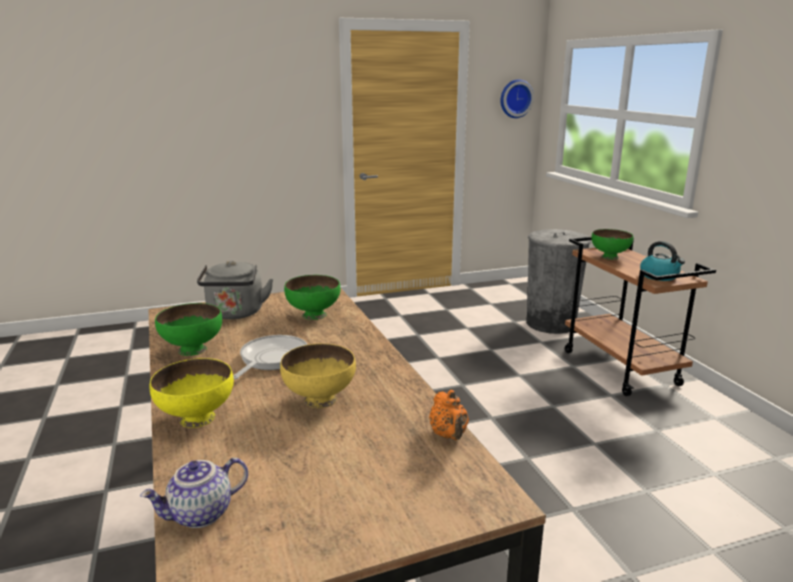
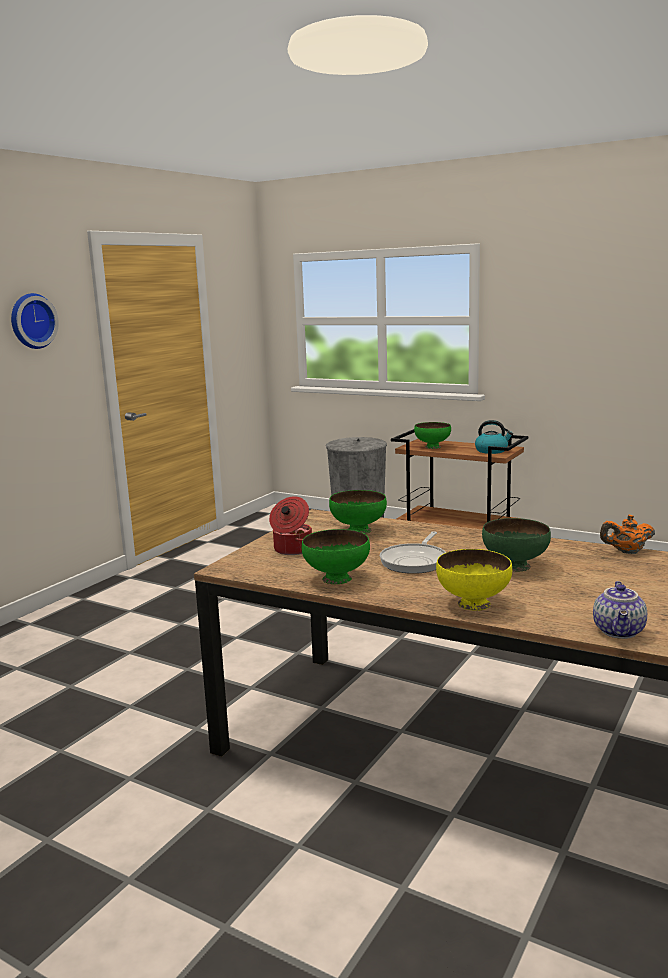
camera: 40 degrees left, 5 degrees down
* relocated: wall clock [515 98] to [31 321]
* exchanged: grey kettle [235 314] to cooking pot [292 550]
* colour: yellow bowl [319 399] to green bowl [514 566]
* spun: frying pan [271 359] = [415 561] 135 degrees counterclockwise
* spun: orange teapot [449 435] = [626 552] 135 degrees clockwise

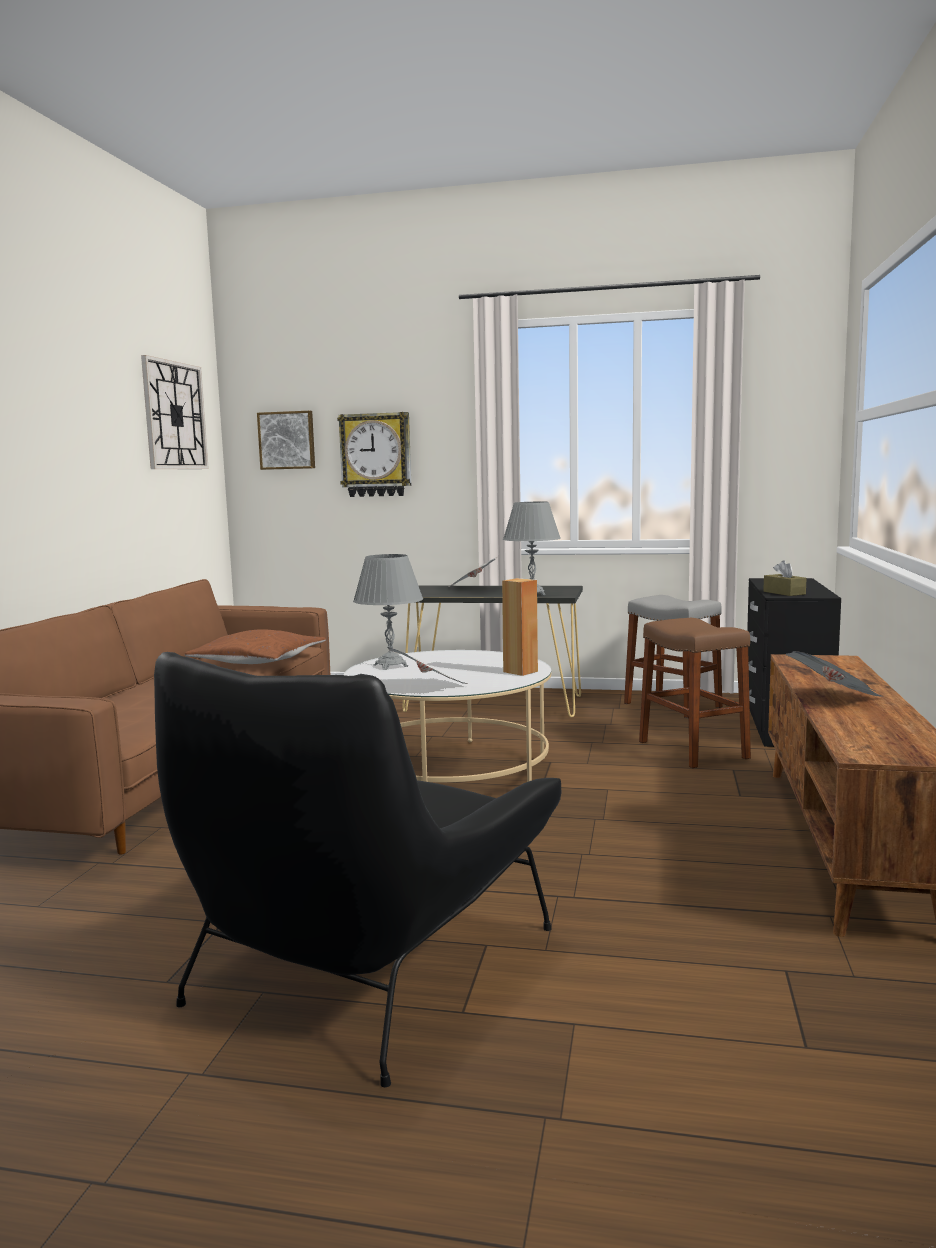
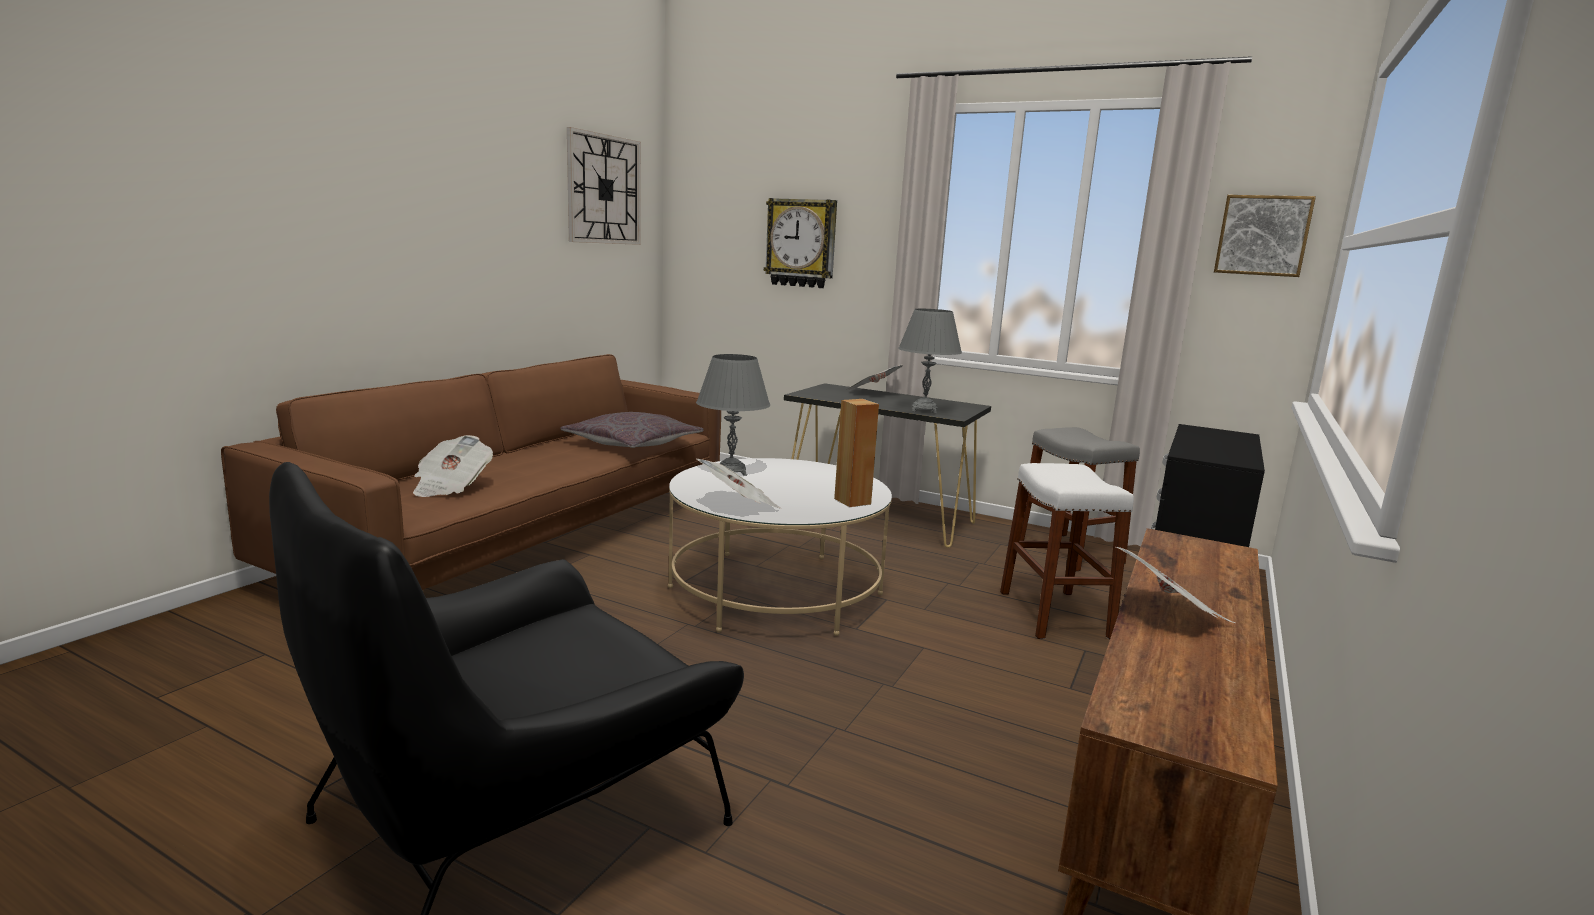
camera: 15 degrees right, 5 degrees up
* missing: brown tissue box [784 593]
* appeared: newspaper [451 487]
* relocated: picture [287 440] to [1262 235]
* colour: brown pillow [258 661] to grey pillow [633 444]
* colour: brown stool [693 750] to white stool [1054 614]

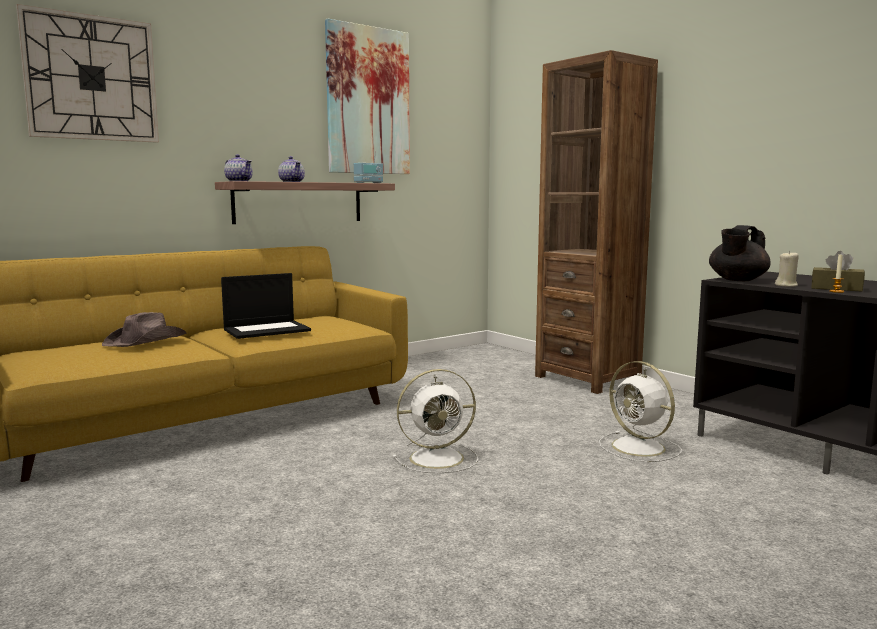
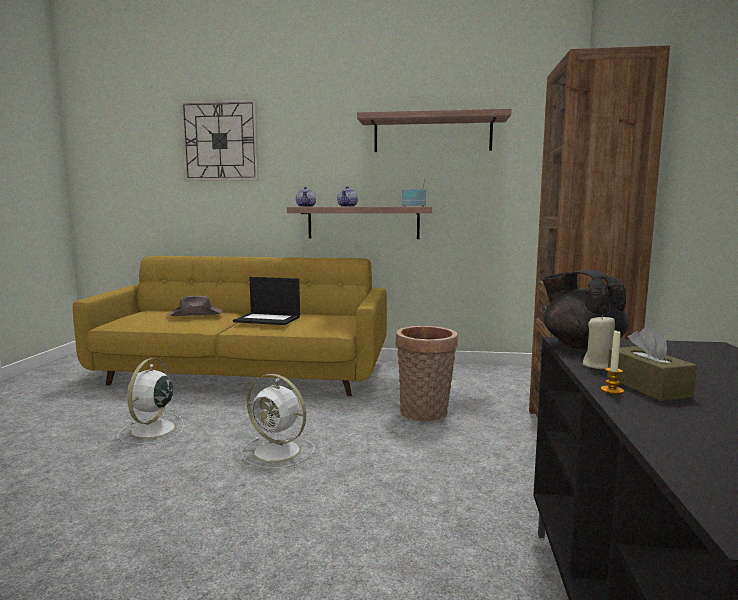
camera: 45 degrees right, 0 degrees up
* appeared: basket [425 414]
* relocated: white fan [640 448] to [151 430]
* exchanged: picture [368 101] to shelf [432 134]
* spun: black teapot [737 280] = [581 345] 60 degrees clockwise

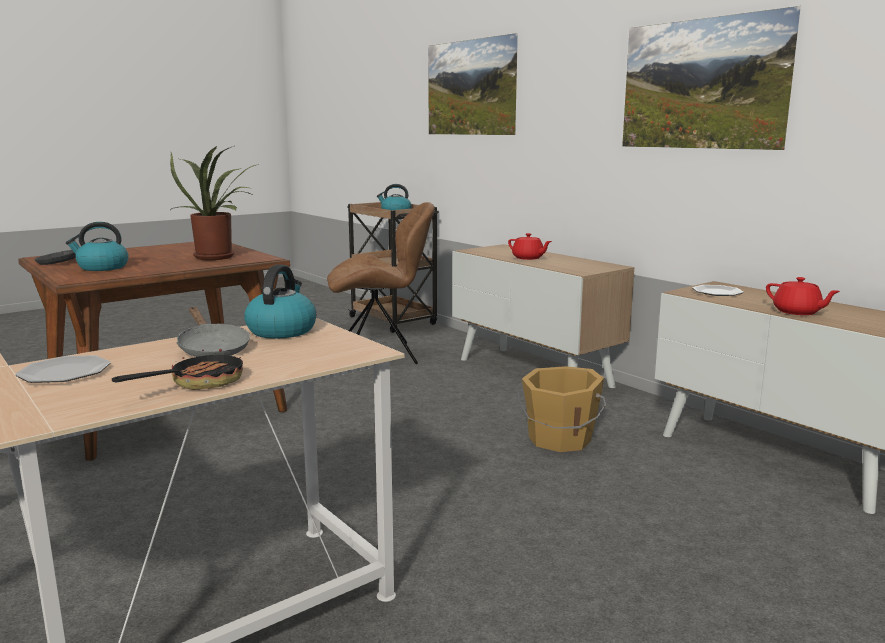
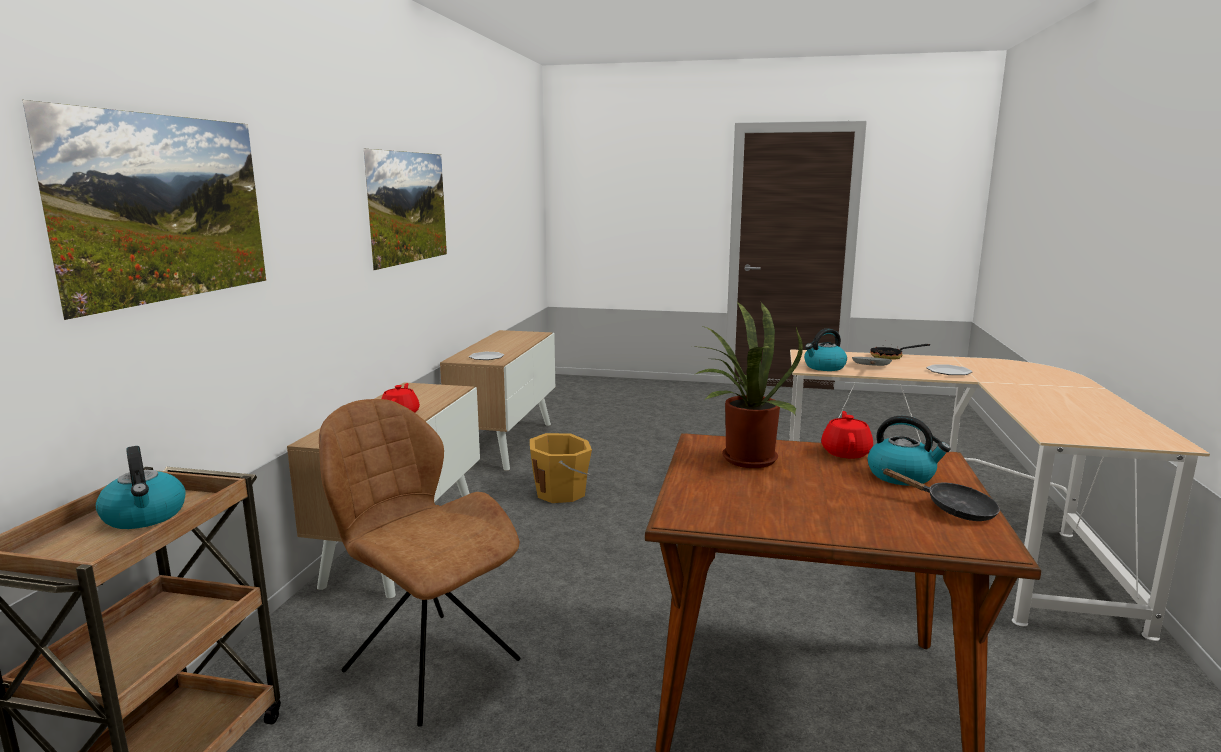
camera: 130 degrees left, 0 degrees up
* relocated: red teapot [797 312] to [846 452]

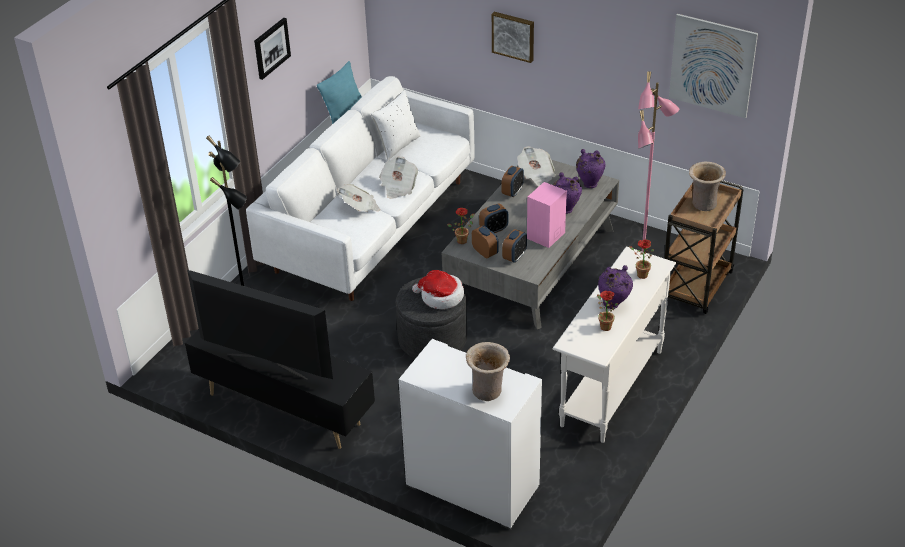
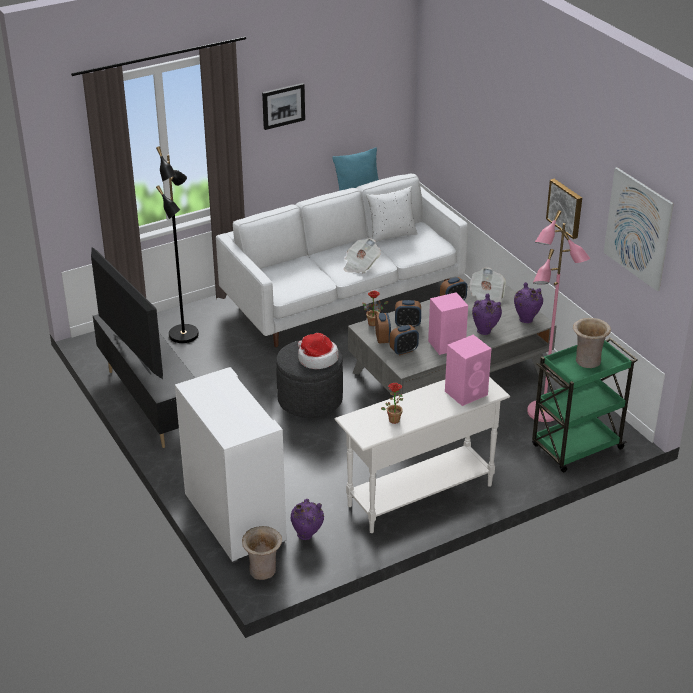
camera: 30 degrees right, 5 degrees down
* missing: newspaper [360 207]
* relocated: beige vase [488 391] to [264 571]
* relocated: picture [513 36] to [566 208]
* relocated: purple vase [613 304] to [307 536]
* exchanged: potted plant [640 274] to pink speaker [467 392]
* colour: brown cart [696 287] to green cart [575 448]

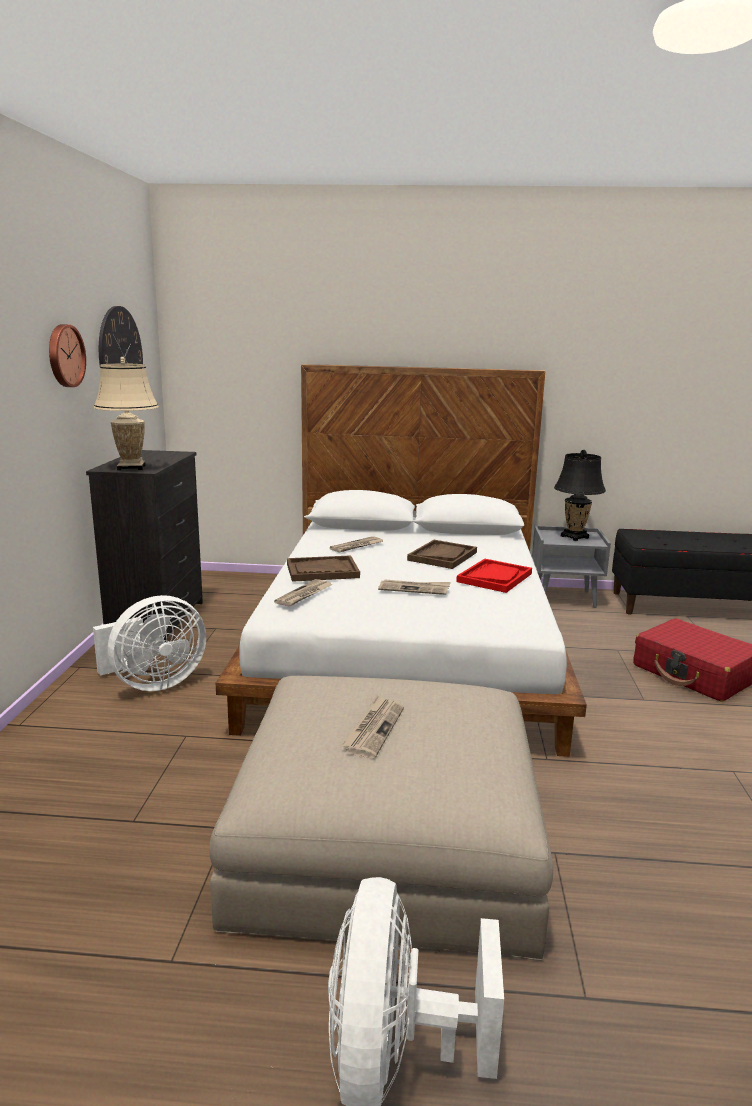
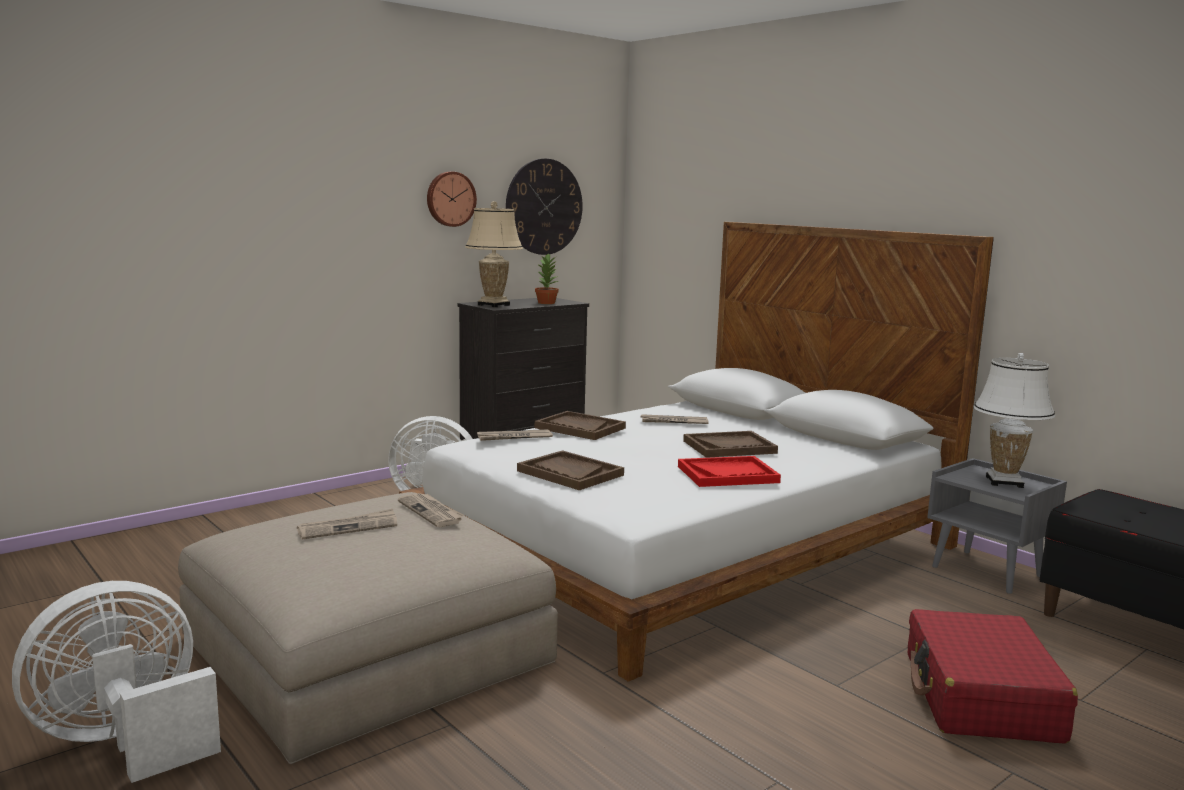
camera: 45 degrees right, 5 degrees down
* appeared: brown tray [569 473]
* appeared: potted plant [547 303]
* relocated: newspaper [414 589] to [431 512]
* colour: black table lamp [574 537] to white table lamp [1004 482]

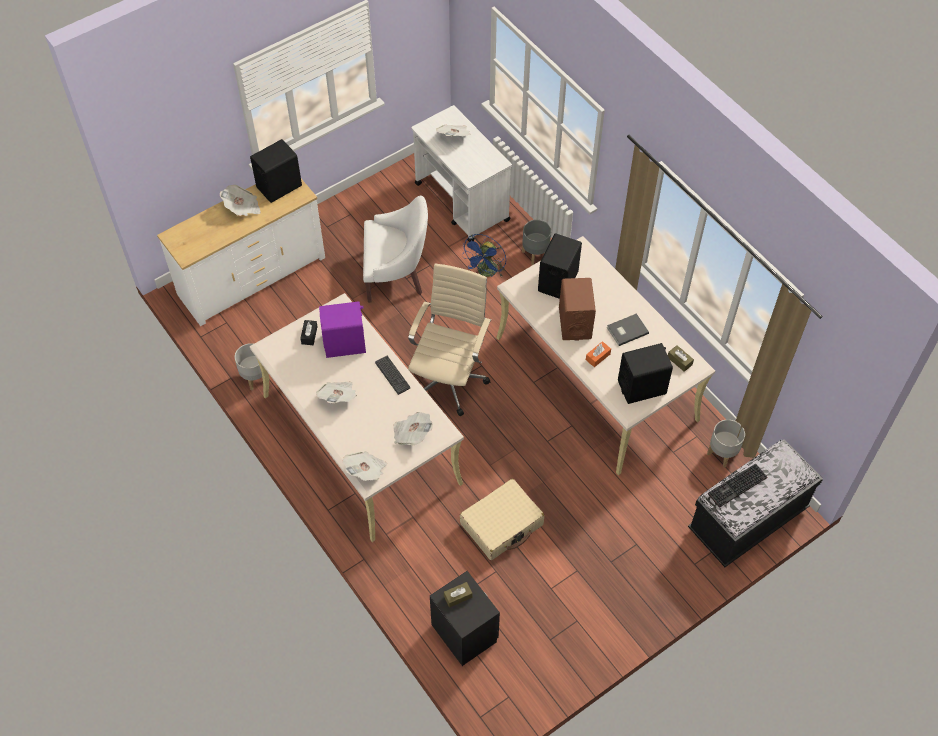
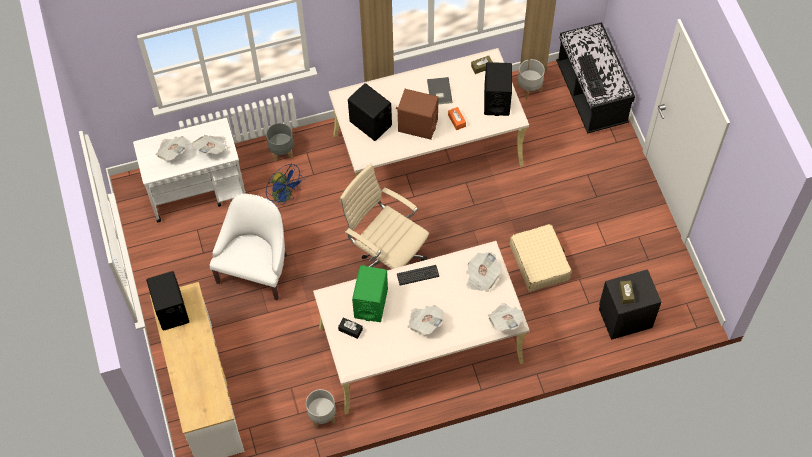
camera: 70 degrees left, 5 degrees up
* relocated: newspaper [242 208] to [212 149]
* colour: purple speaker [345 344] to green speaker [371 303]

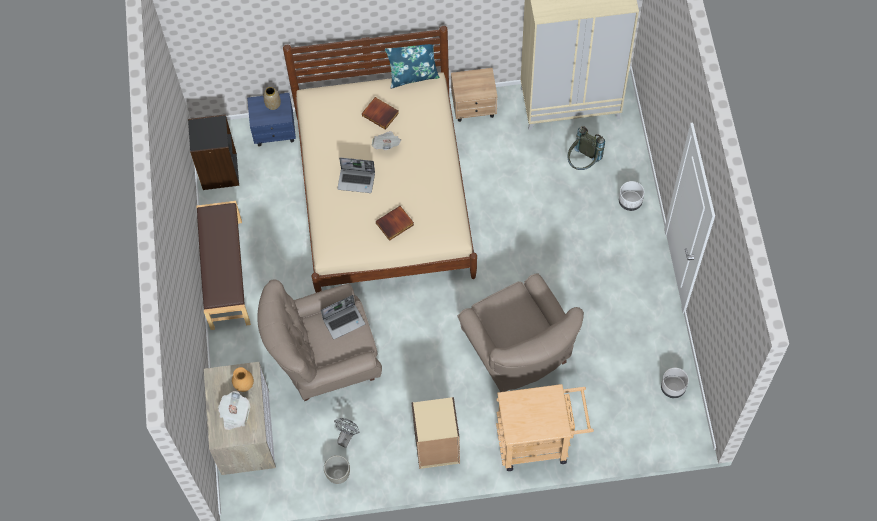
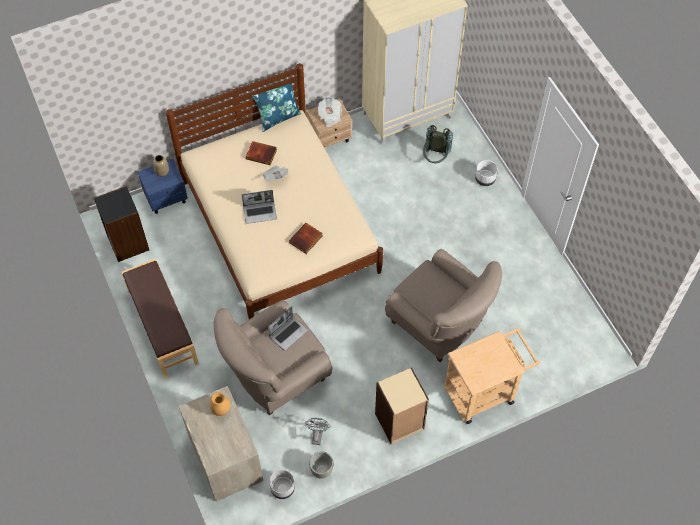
camera: 20 degrees left, 5 degrees down
* relocated: newspaper [234 414] to [330 116]
* relocated: grey planter [672 388] to [282 489]

